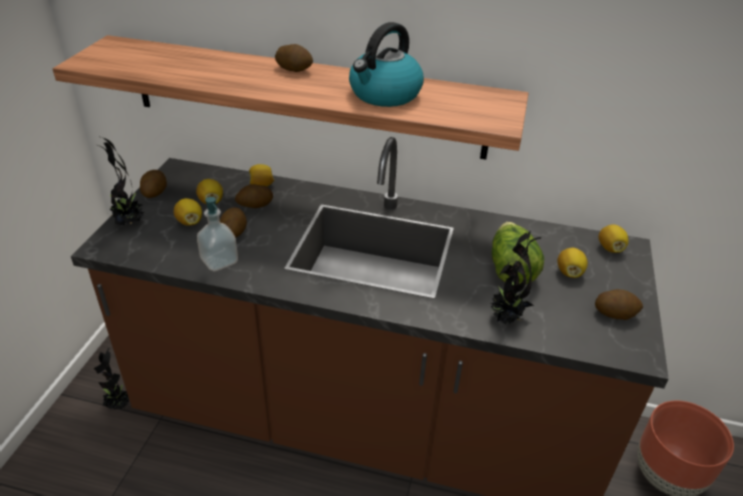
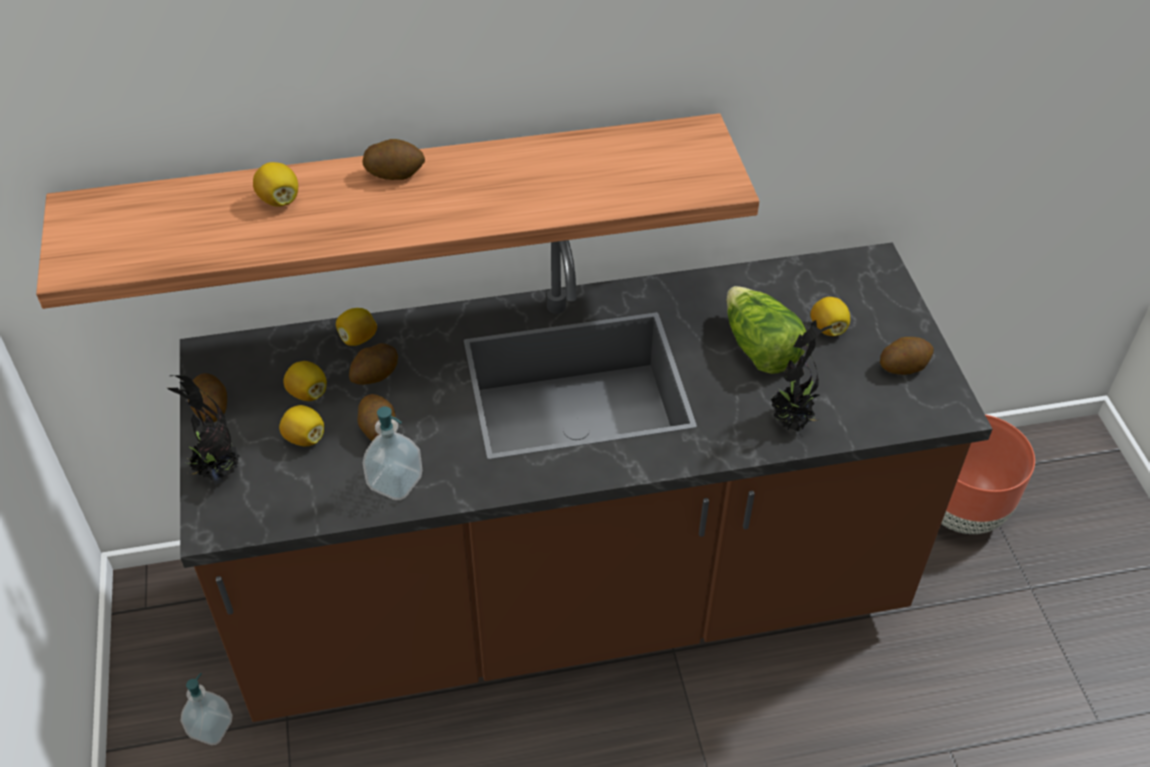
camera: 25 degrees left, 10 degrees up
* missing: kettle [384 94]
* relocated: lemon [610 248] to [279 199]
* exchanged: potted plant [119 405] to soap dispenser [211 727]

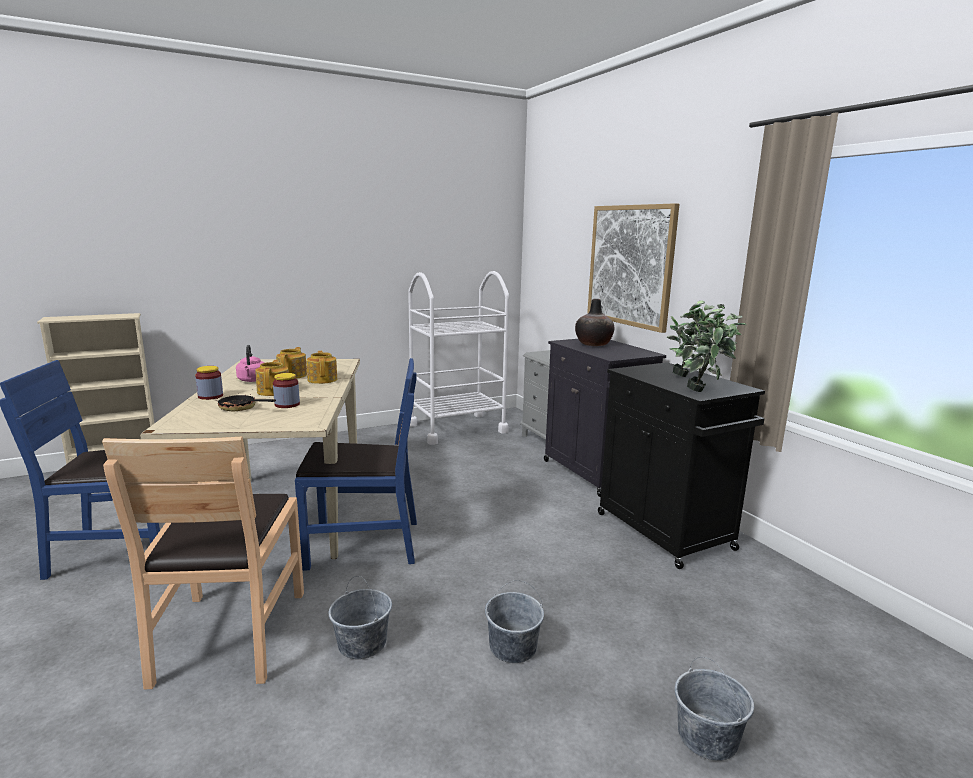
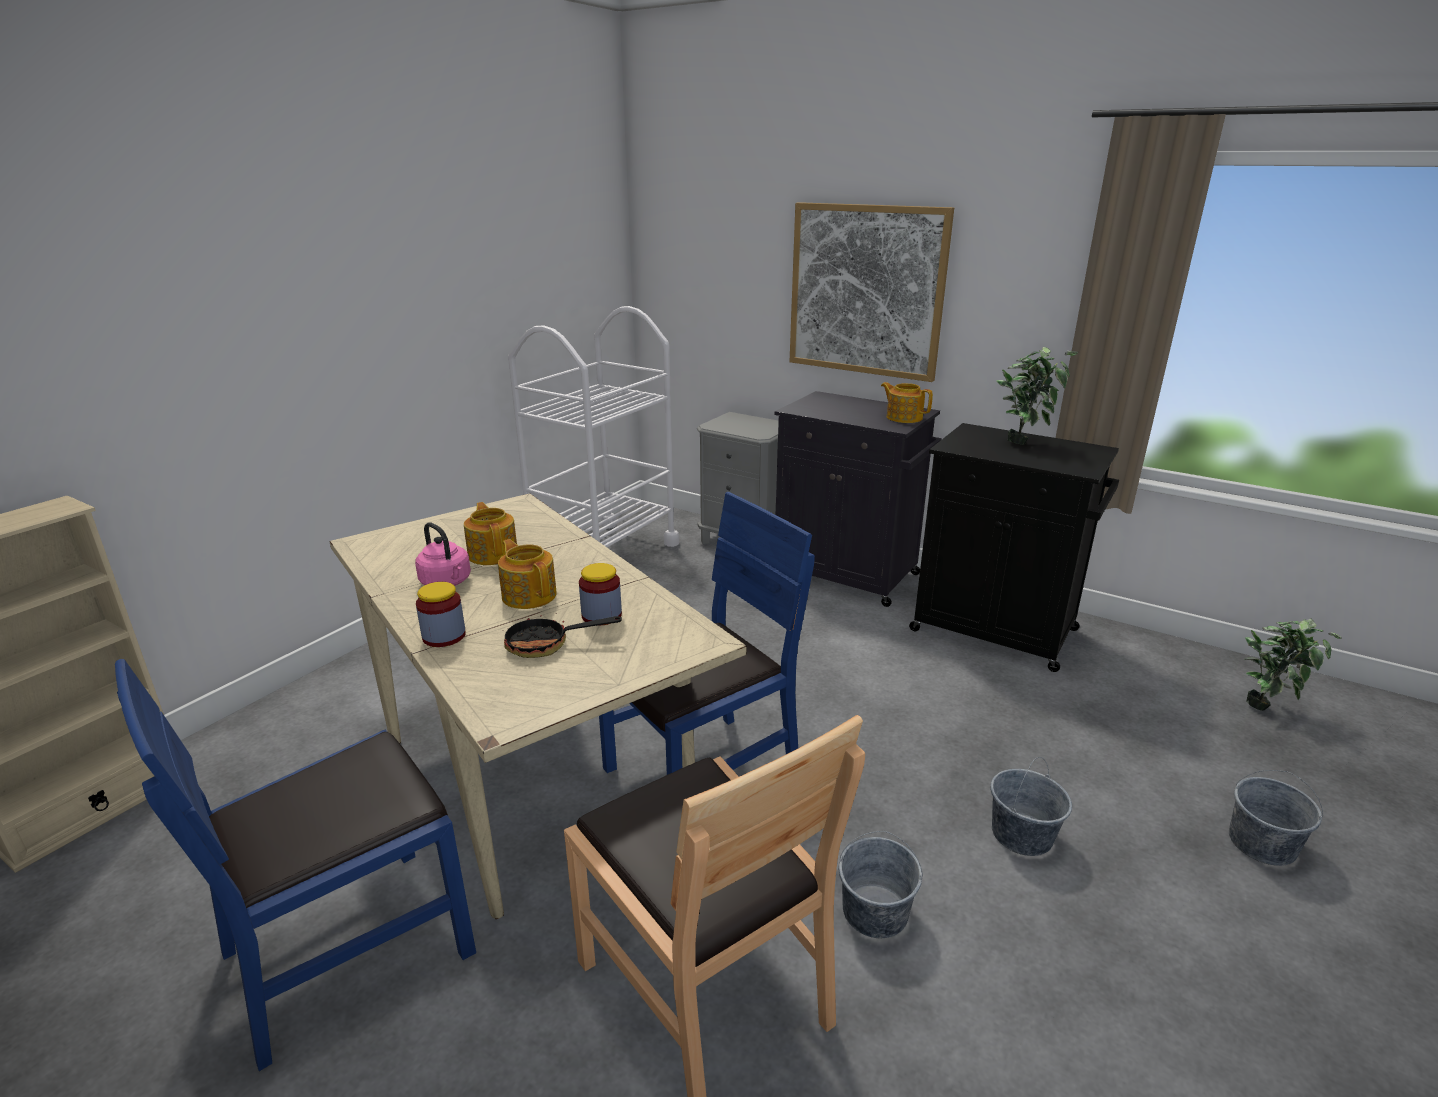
camera: 30 degrees left, 10 degrees up
* missing: vase [593 344]
* relocated: teapot [323 379] to [903 417]
* relocated: potted plant [706 392] to [1268 706]

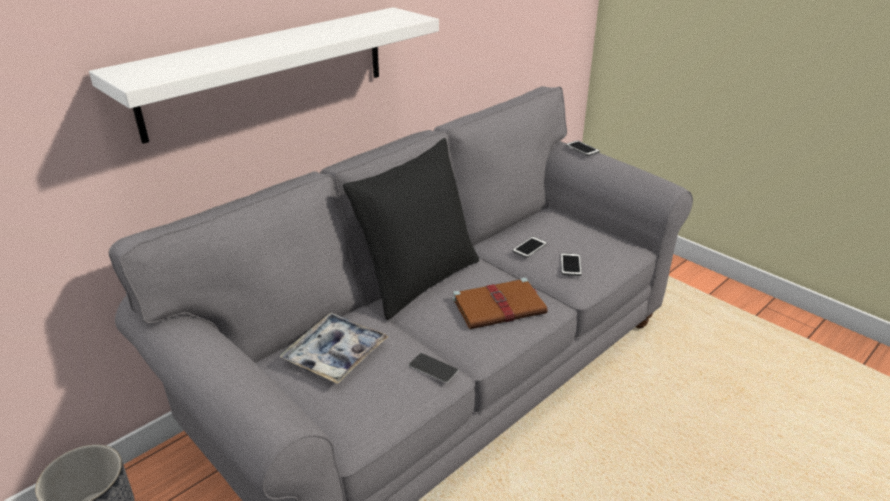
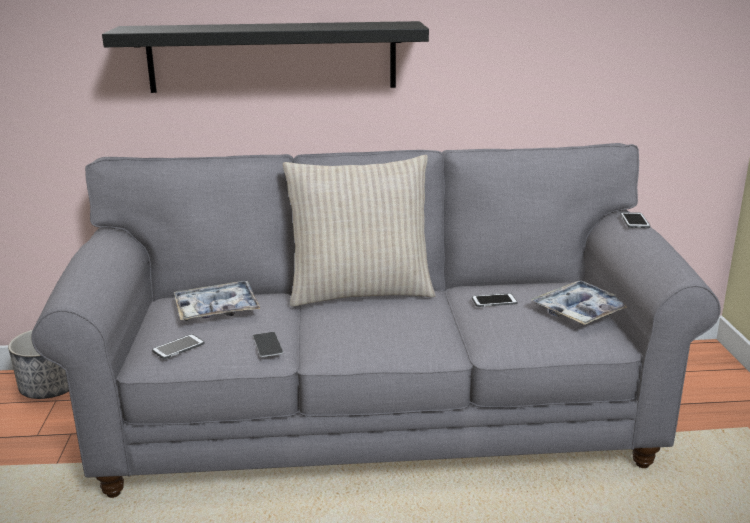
camera: 40 degrees right, 10 degrees down
* missing: brown book [500 306]
* appeared: tray [581 311]
* relocated: phone [570 265] to [178 347]
* colour: white shelf [268 70] to black shelf [272 57]
* colour: black pillow [418 280] to beige pillow [360 292]

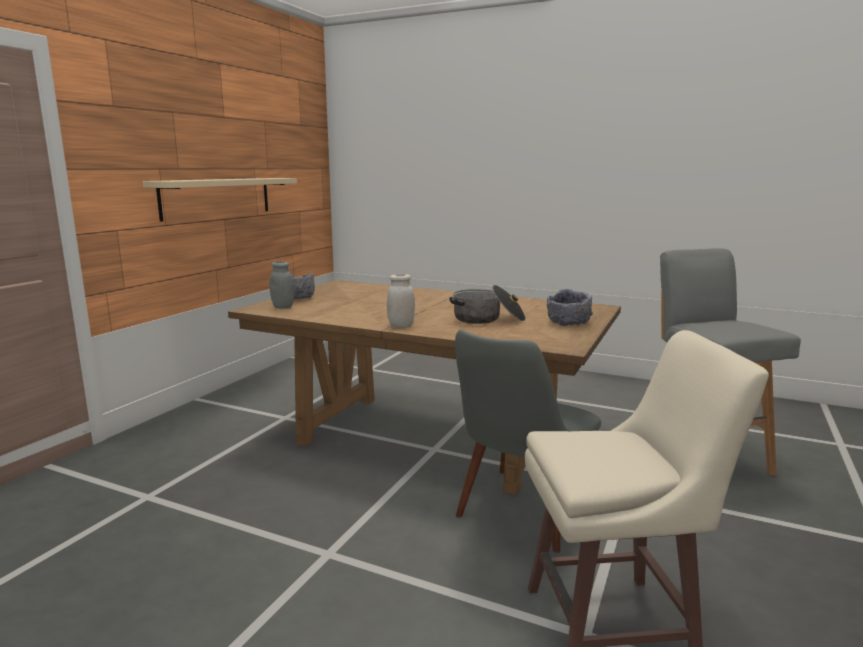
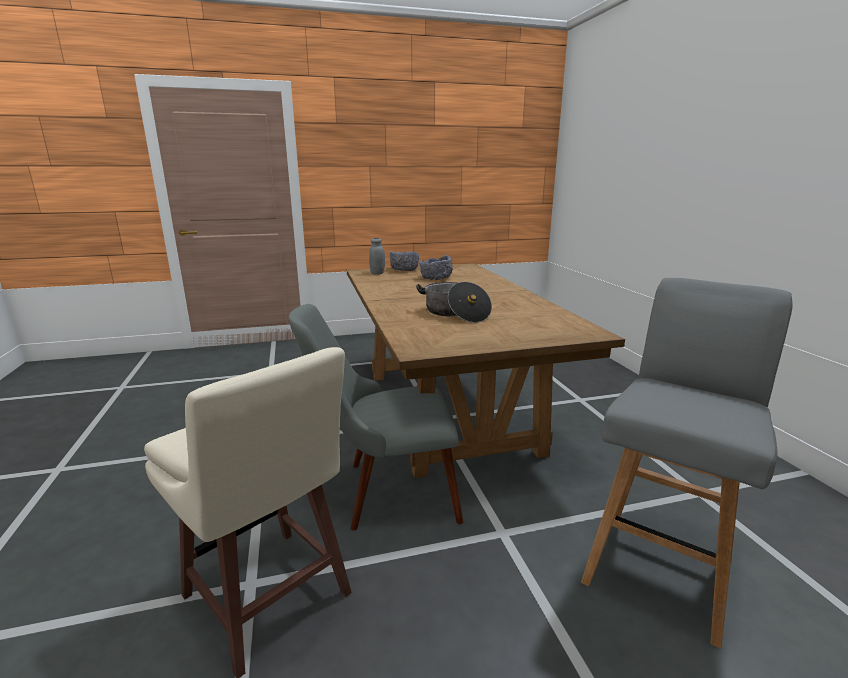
camera: 50 degrees right, 5 degrees up
* missing: beige shelf [217 197]
* missing: white jar [401 325]
* relocated: grey bowl [568 322] to [436 278]

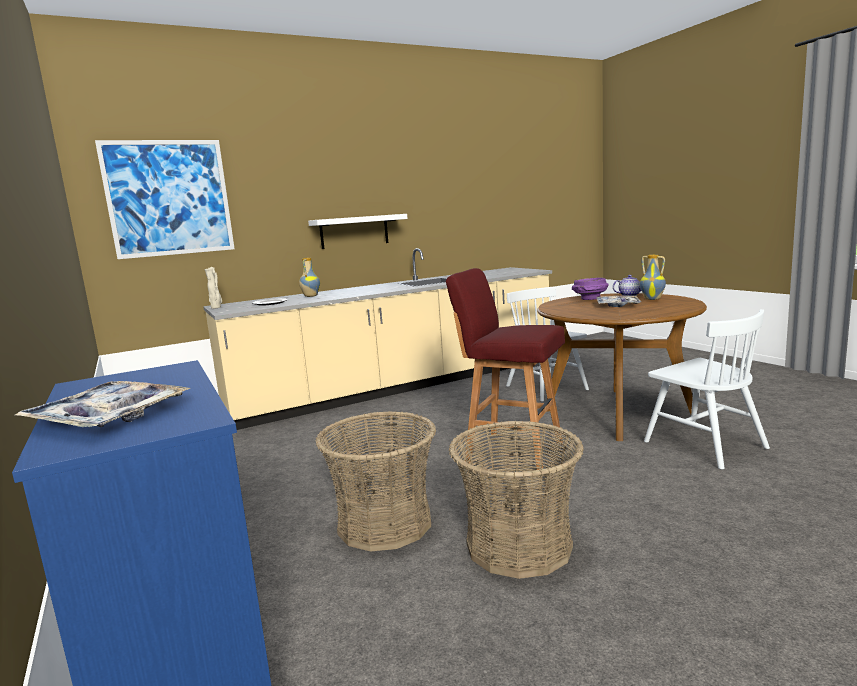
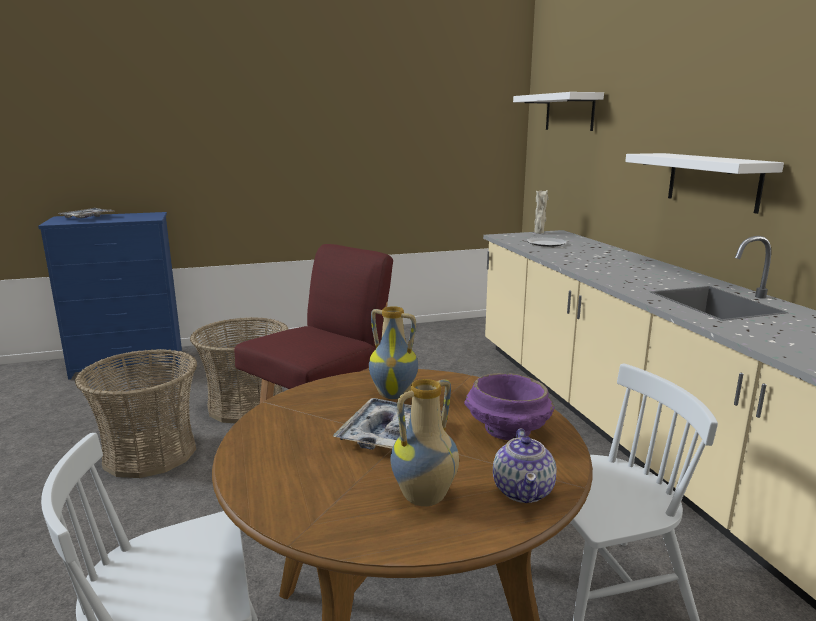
camera: 100 degrees right, 5 degrees up
* relocated: vase [310 296] to [394 394]
* exchanged: picture [169 198] to white shelf [569 112]

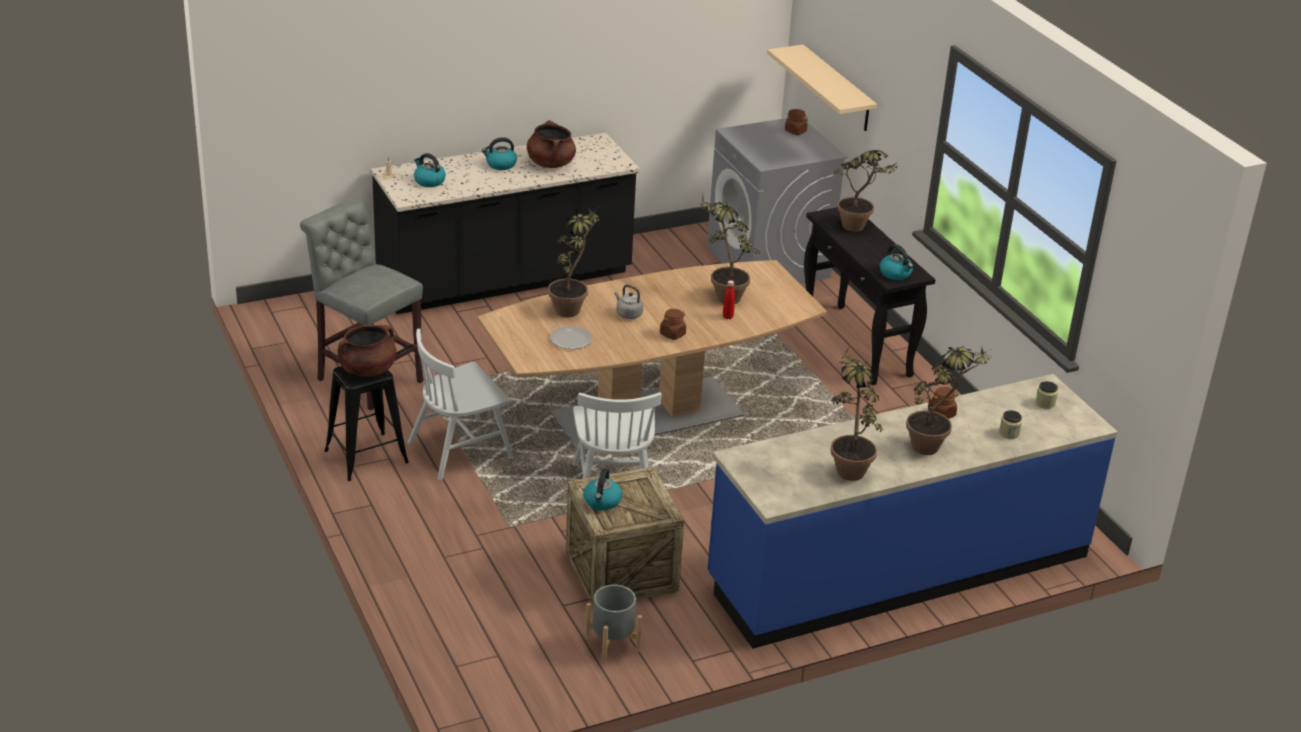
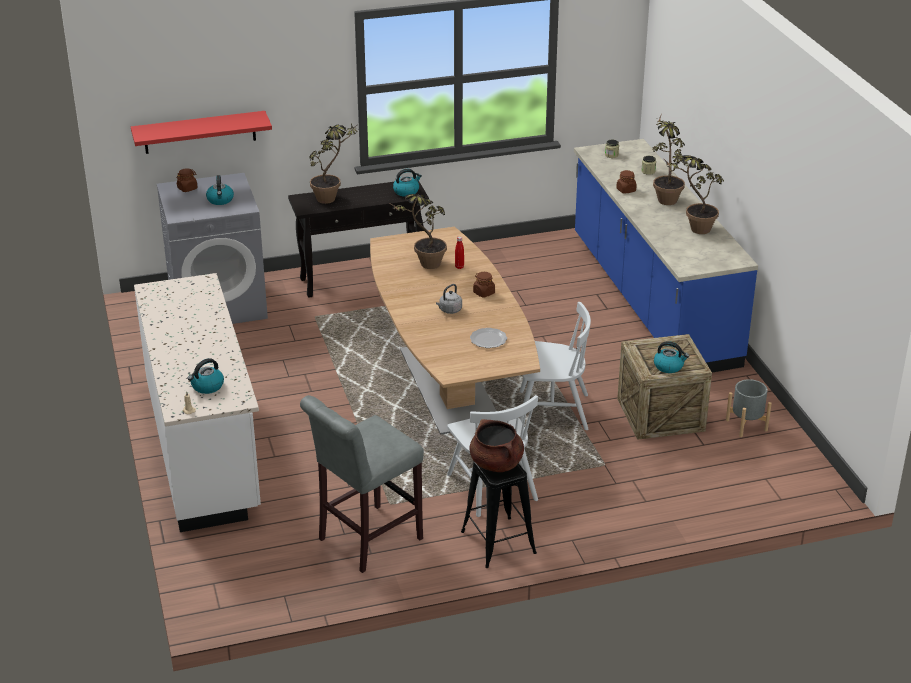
camera: 80 degrees left, 0 degrees up
* missing: brown cooking pot [550 163]
* missing: potted plant [572 307]
* relocated: kettle [500 165] to [220 200]
* colour: black counter [505 281] to white counter [204 448]
* colour: beige shelf [837 89] to red shelf [199 132]

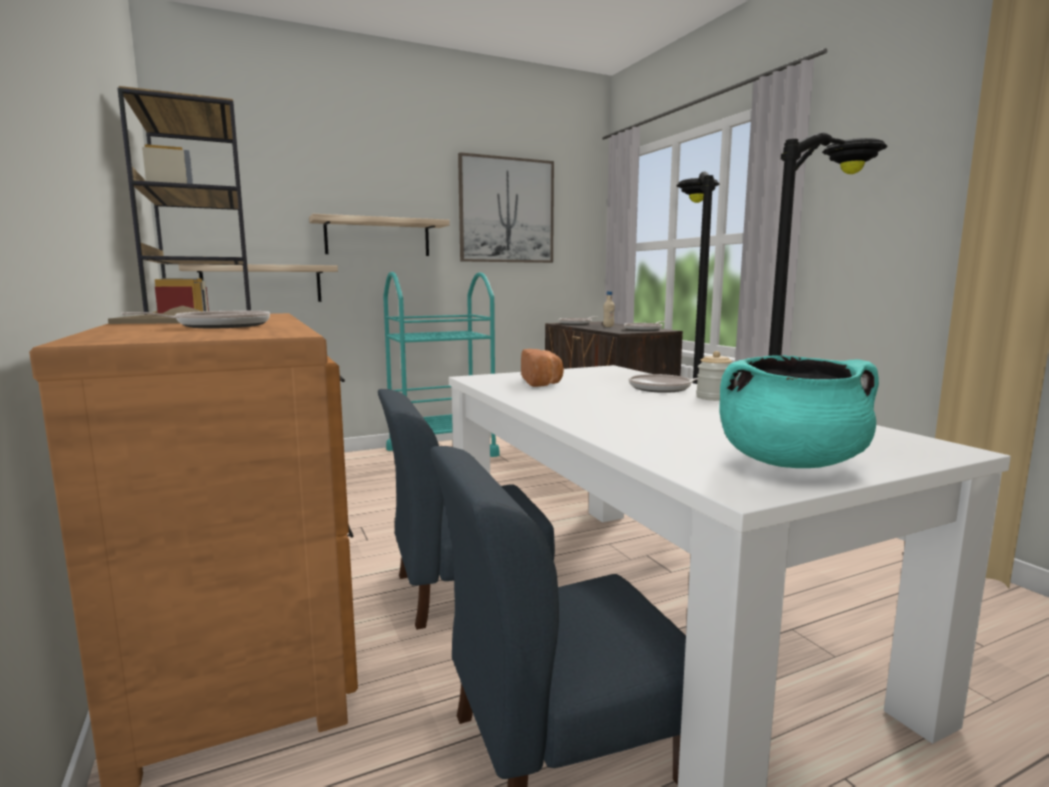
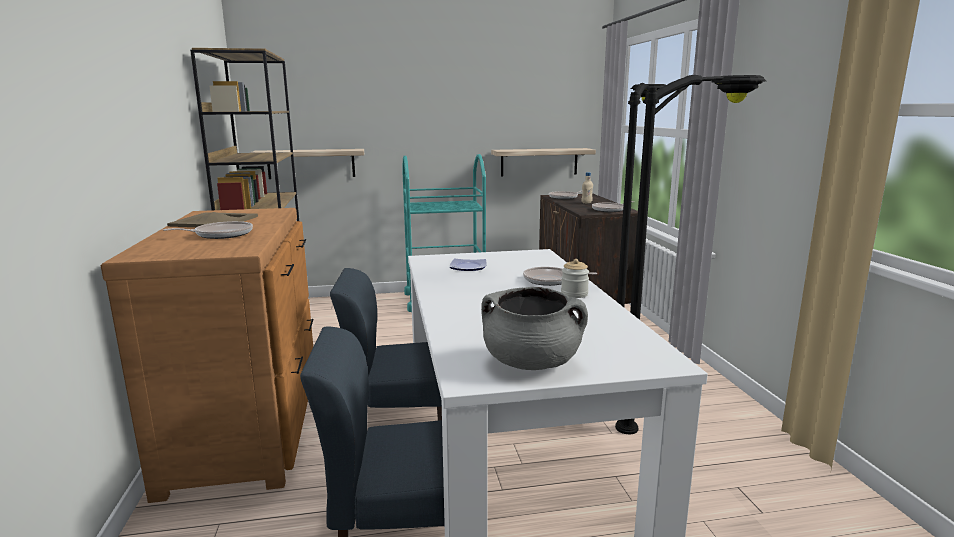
camera: 15 degrees right, 5 degrees up
* missing: picture [506 210]
* relocated: shelf [378 237] to [539 162]
* exchanged: bread [543 382] to plate [467 267]
* colour: turquoise cooking pot [790 463] to grey cooking pot [532 363]

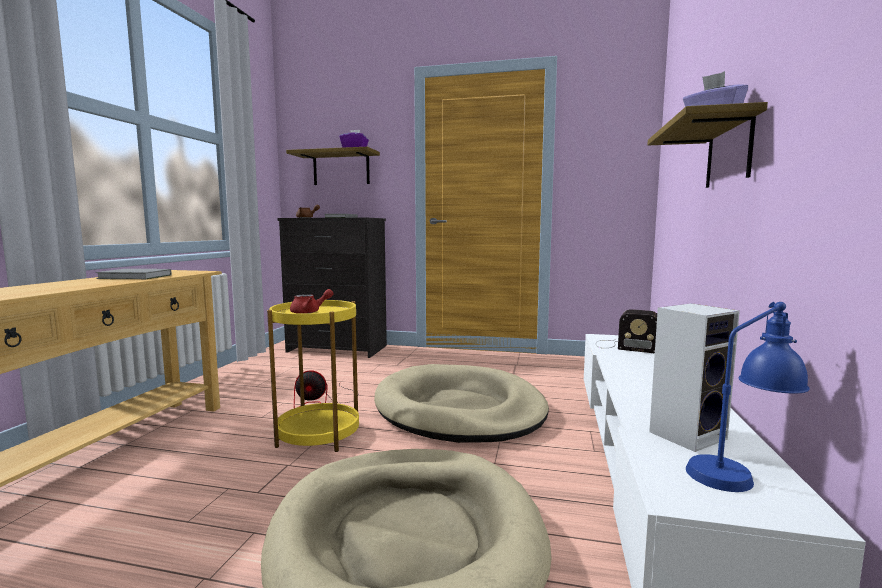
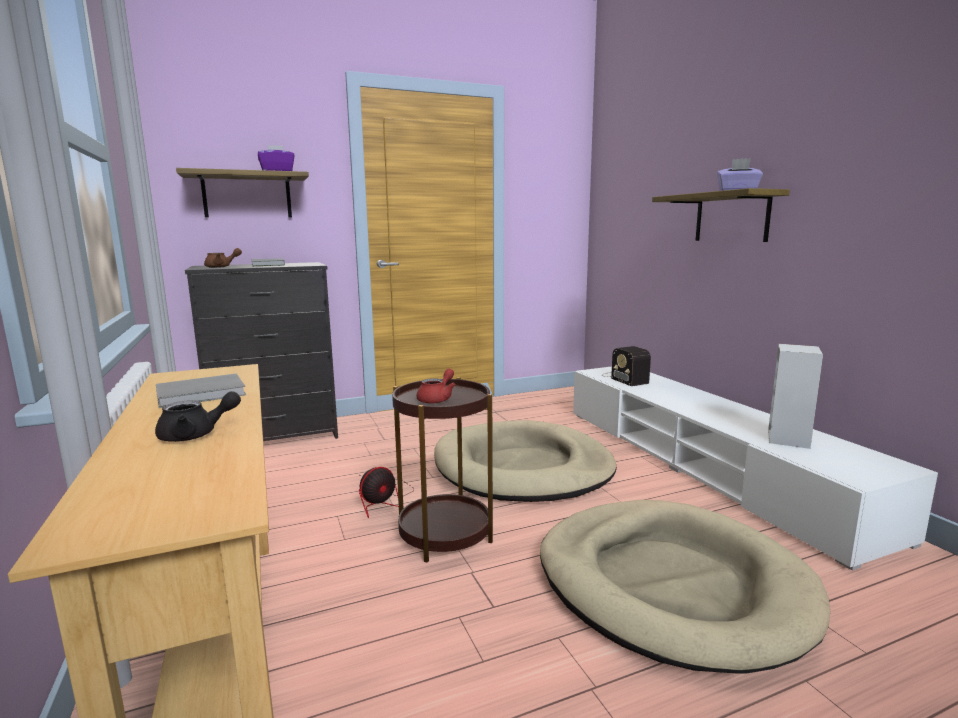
camera: 35 degrees left, 5 degrees up
* missing: blue table lamp [740 472]
* appeared: black teapot [196 435]
* colour: yellow side table [318 435] to brown side table [444 534]
* spun: radio [623 346] = [624 378] 75 degrees clockwise

